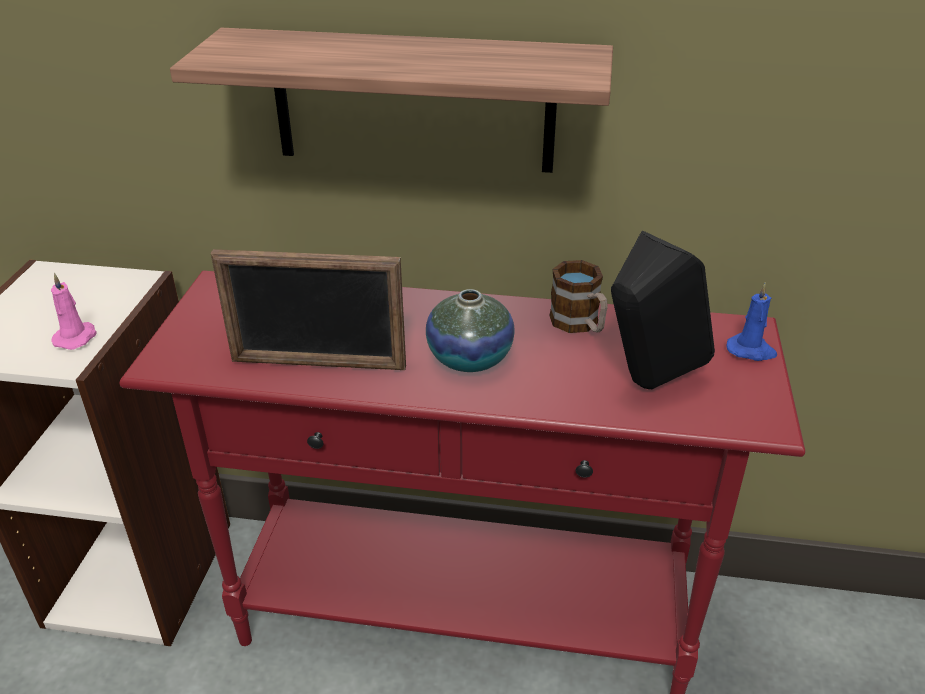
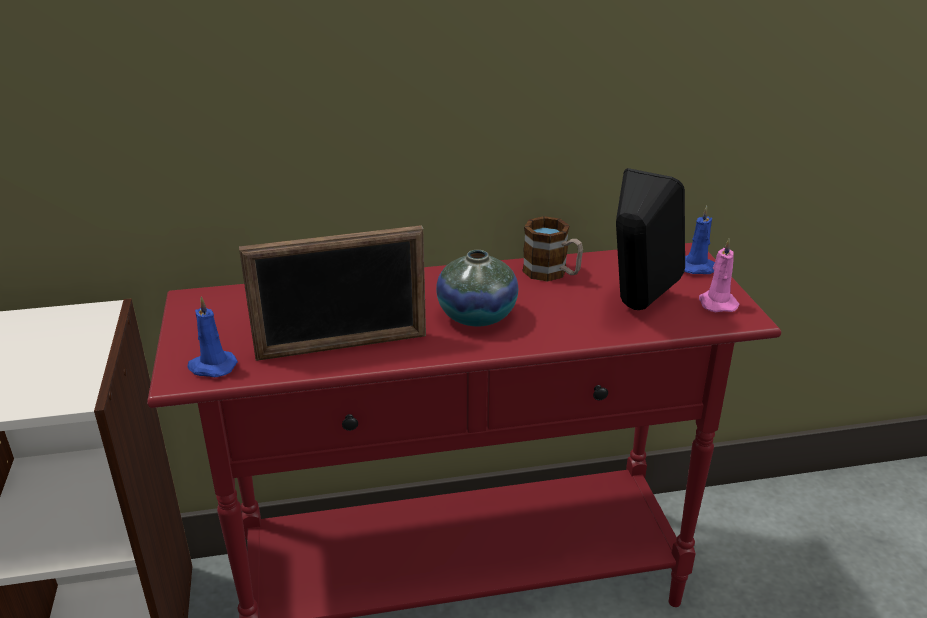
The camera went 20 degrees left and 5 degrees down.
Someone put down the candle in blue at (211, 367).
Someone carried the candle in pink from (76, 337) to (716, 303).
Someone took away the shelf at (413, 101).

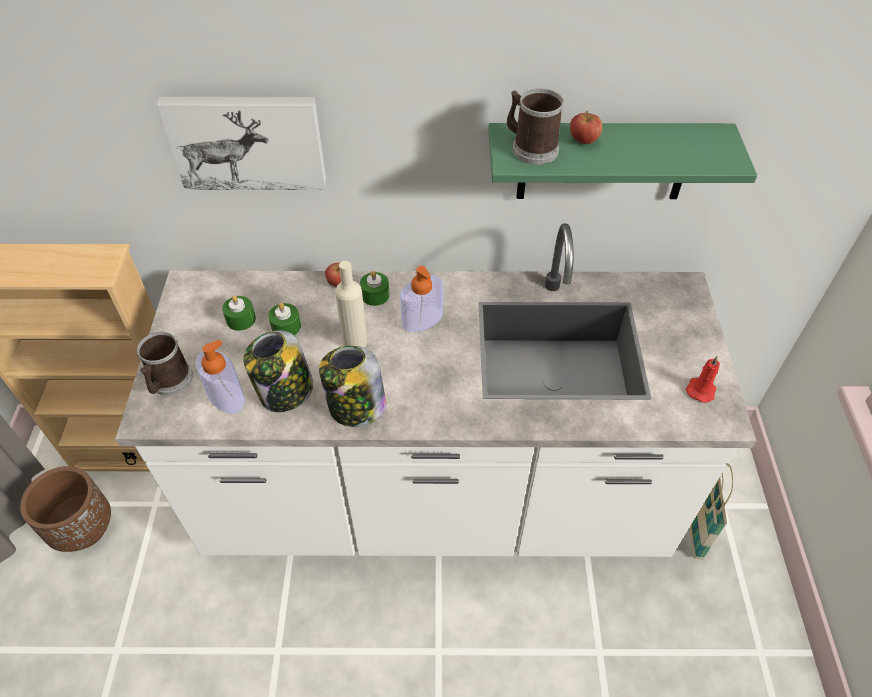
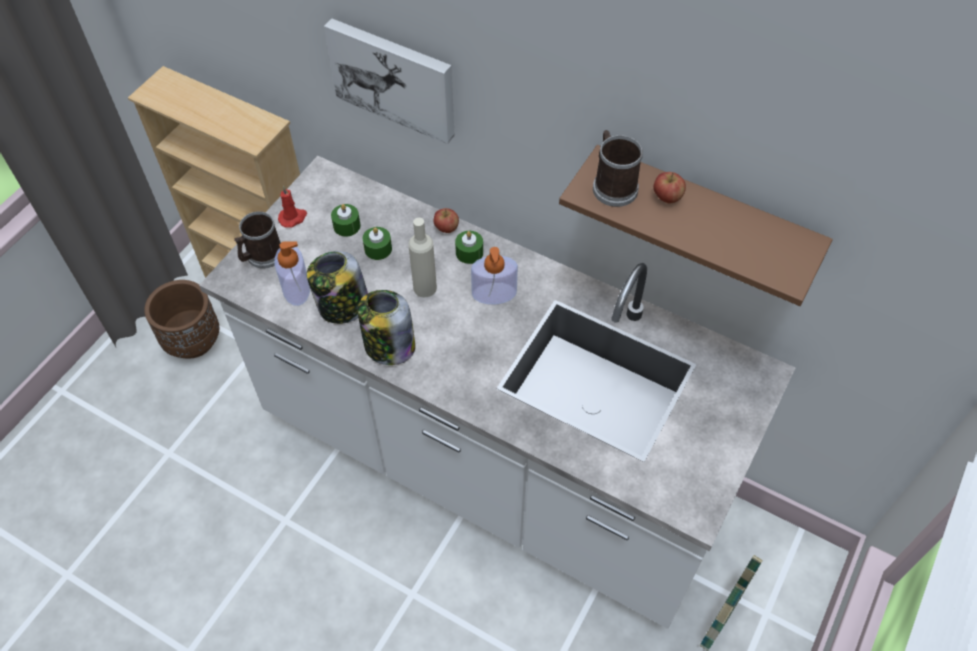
The camera went 30 degrees right and 5 degrees up.
Someone carried the candle in red from (701, 389) to (293, 218).
Someone repainted the shelf in green at (603, 161), which became the shelf in brown at (702, 220).

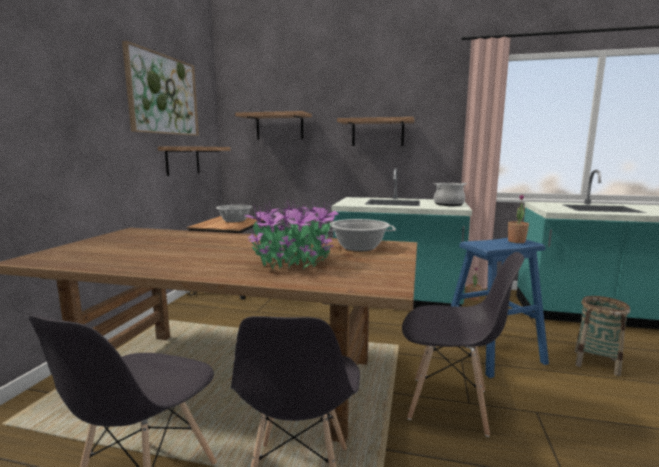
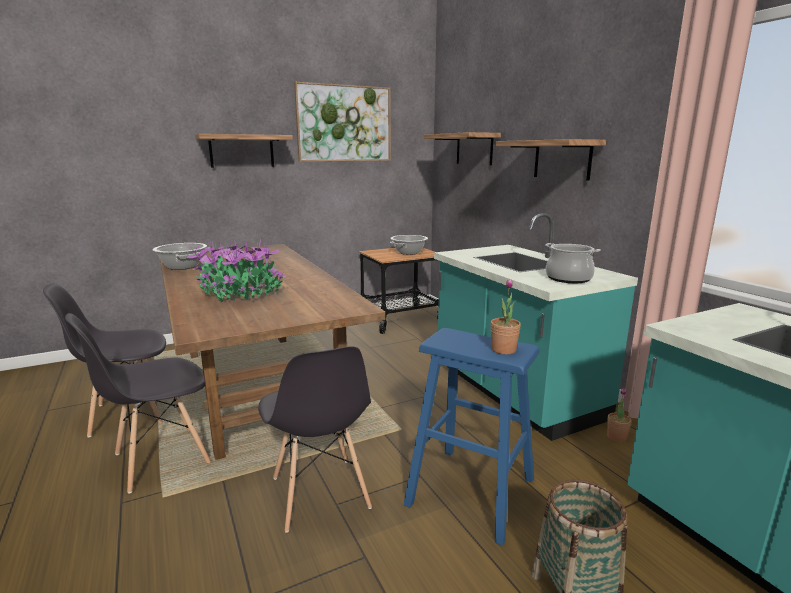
The camera went 50 degrees right and 5 degrees up.
Someone carried the cooking pot from (359, 247) to (183, 266).
Someone carried the shelf from (182, 160) to (241, 151).

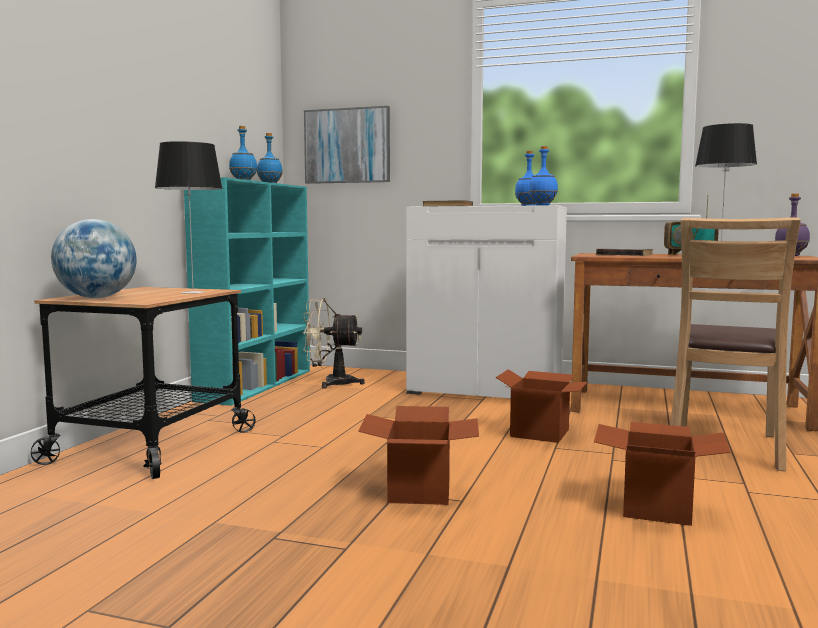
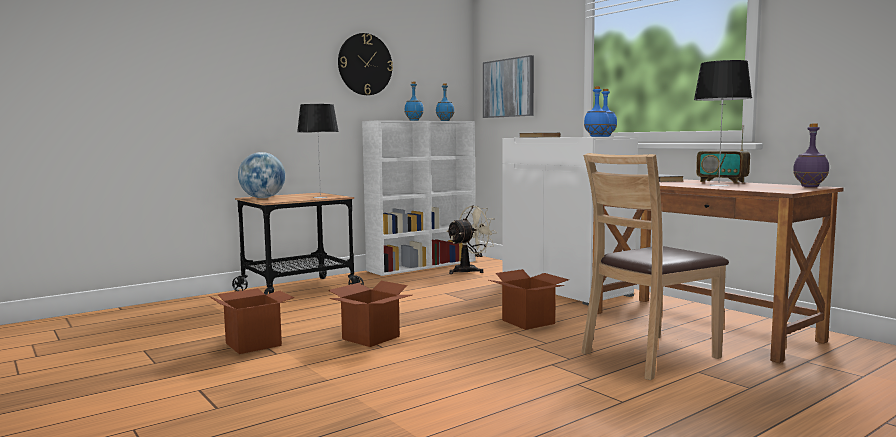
The camera went 35 degrees right and 0 degrees up.
Someone carried the cardboard box from (657, 508) to (253, 344).
Someone put up the wall clock at (365, 64).
Someone repainted the bookcase in turquoise at (257, 384), which became the bookcase in white at (423, 265).
Someone rotated the fan in beige at (330, 383) by 105 degrees clockwise.

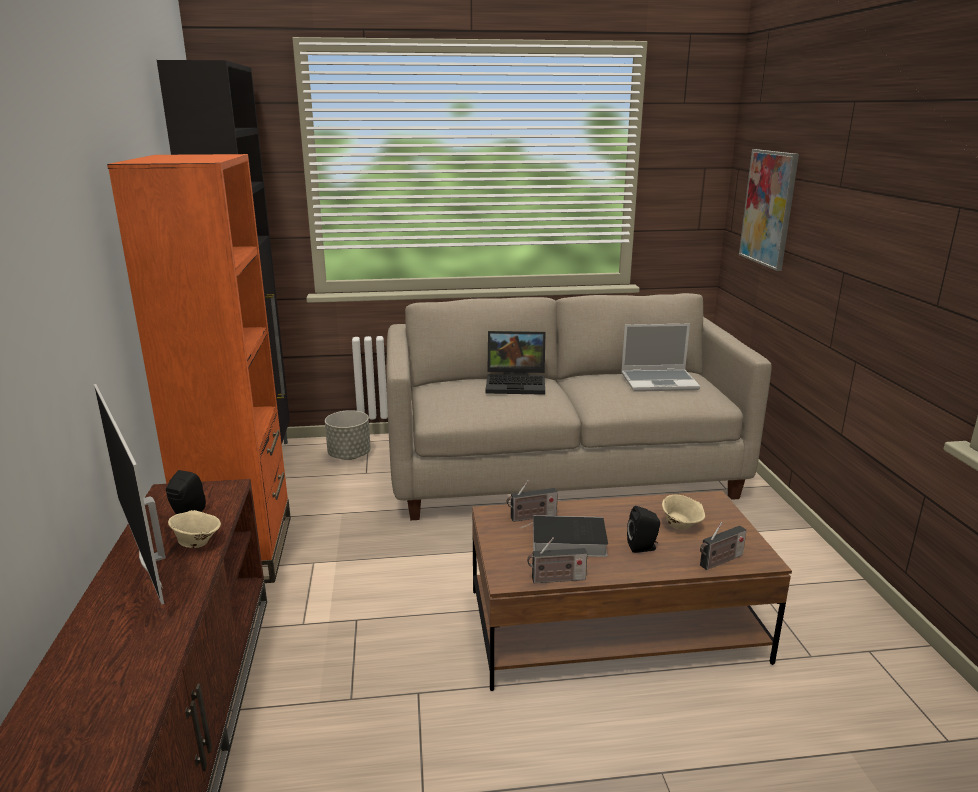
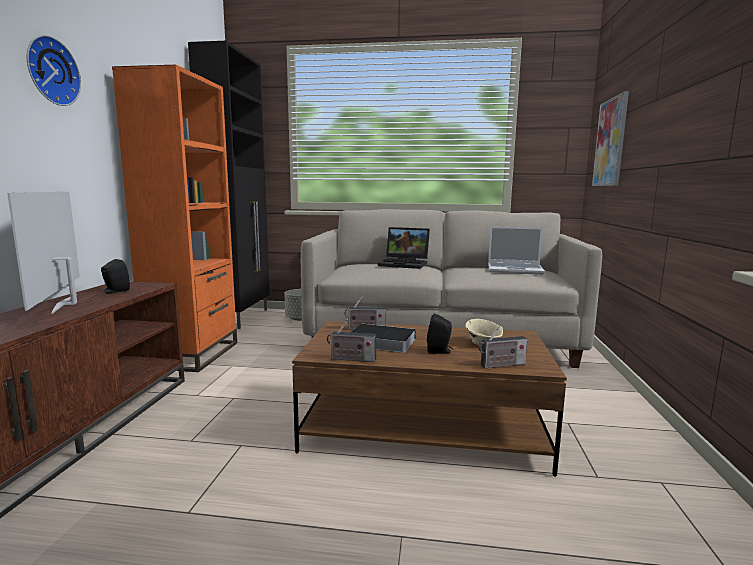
The camera went 15 degrees right and 10 degrees down.
Someone put up the wall clock at (50, 71).
Someone took away the bowl in beige at (197, 543).

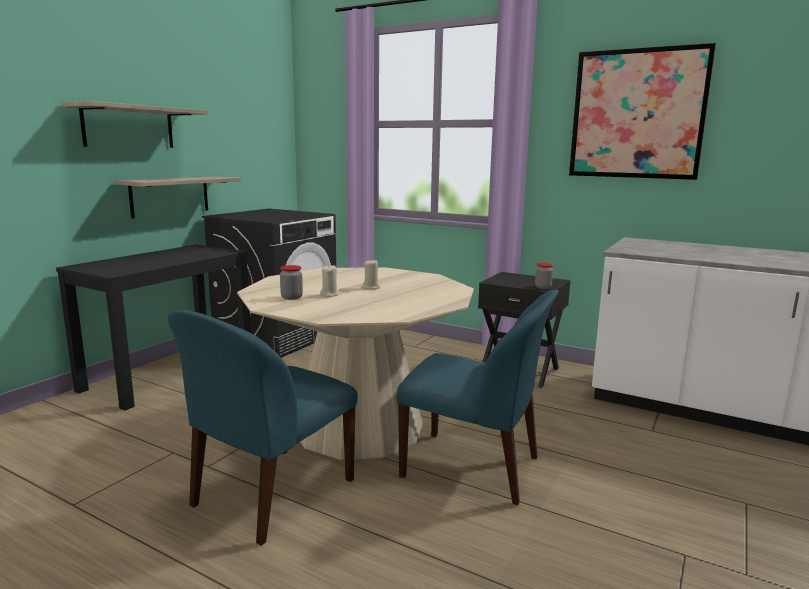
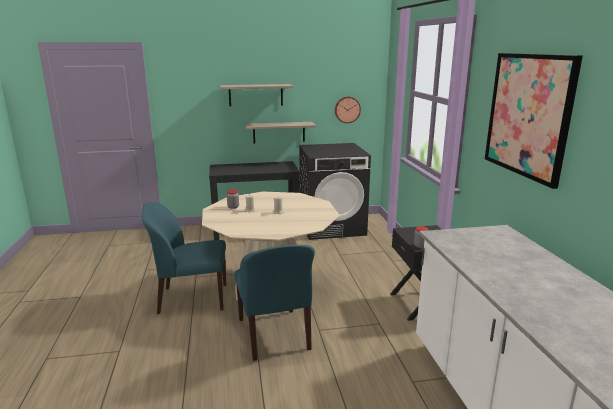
The camera went 50 degrees right and 5 degrees up.
Someone put up the wall clock at (347, 109).

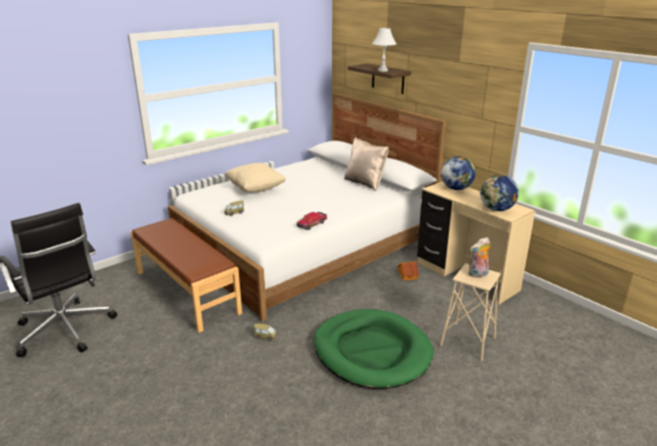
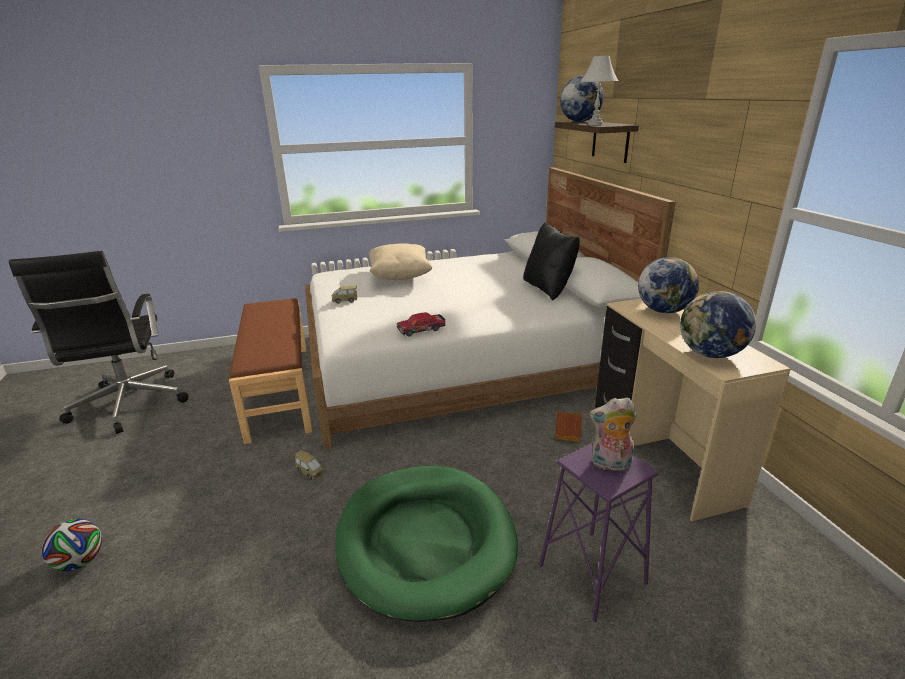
The camera went 25 degrees right and 0 degrees up.
Someone put down the football at (80, 562).
Someone repainted the pillow in beige at (365, 183), which became the pillow in black at (548, 288).
Someone repainted the stool in beige at (467, 341), which became the stool in purple at (592, 574).
Someone put down the globe at (579, 121).

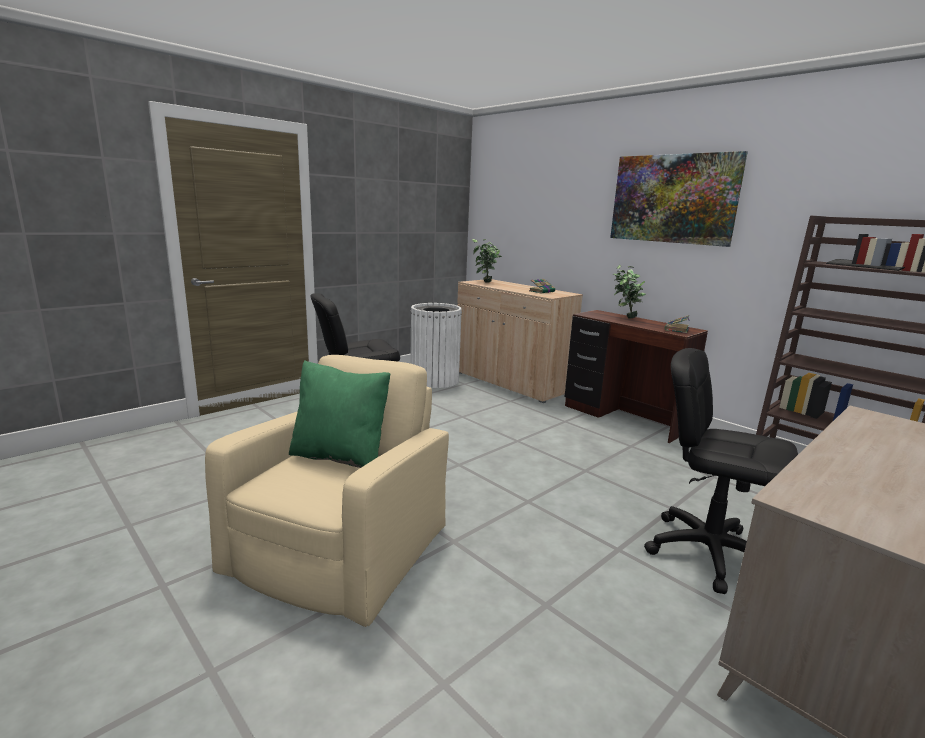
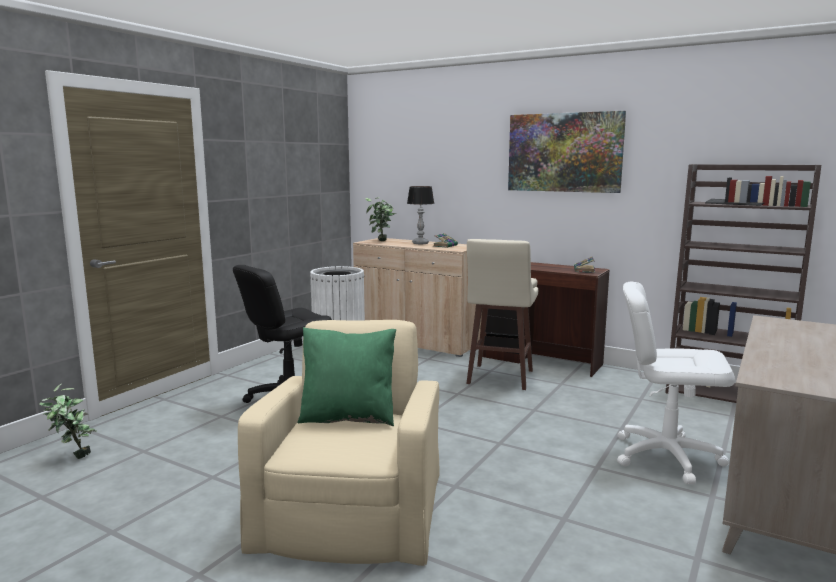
The camera went 15 degrees left and 5 degrees down.
Someone carried the potted plant from (624, 317) to (73, 457).
Someone put down the table lamp at (421, 243).
Someone put down the stool in beige at (499, 378).
Someone repainted the office chair in black at (707, 552), which became the office chair in white at (666, 457).

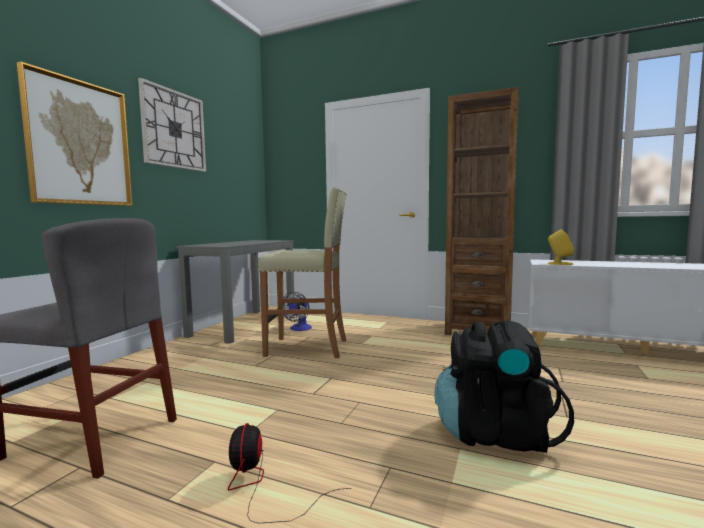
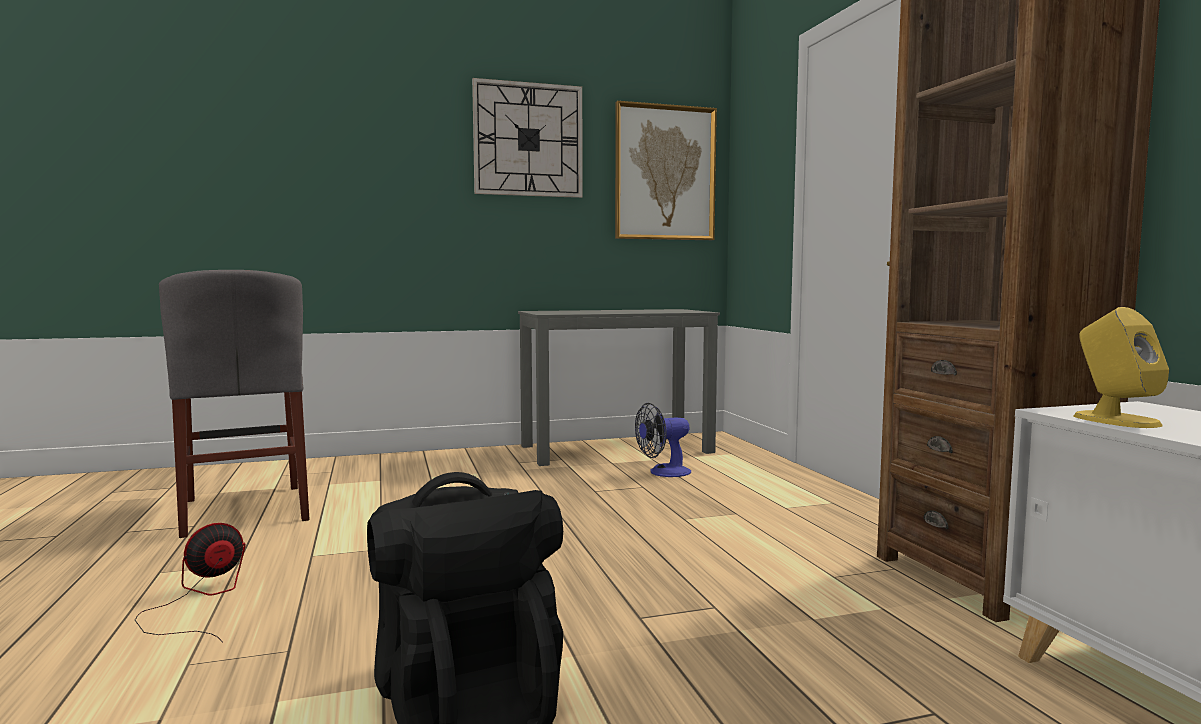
The camera went 50 degrees right and 0 degrees up.
Someone carried the picture from (80, 143) to (665, 173).
Someone took away the stool in beige at (308, 348).

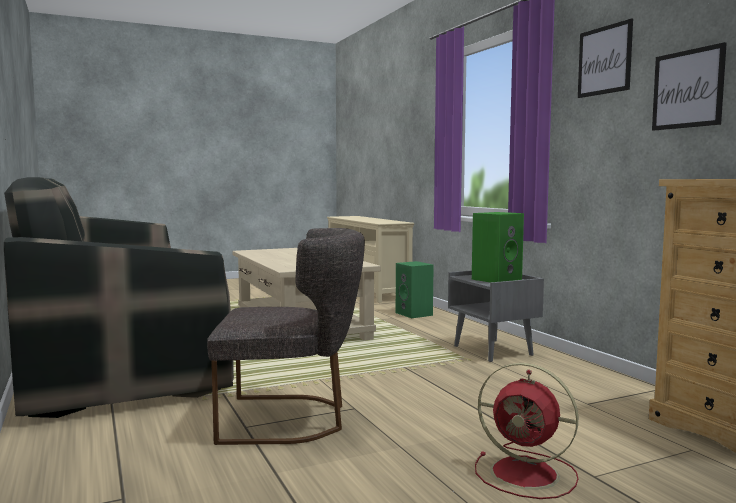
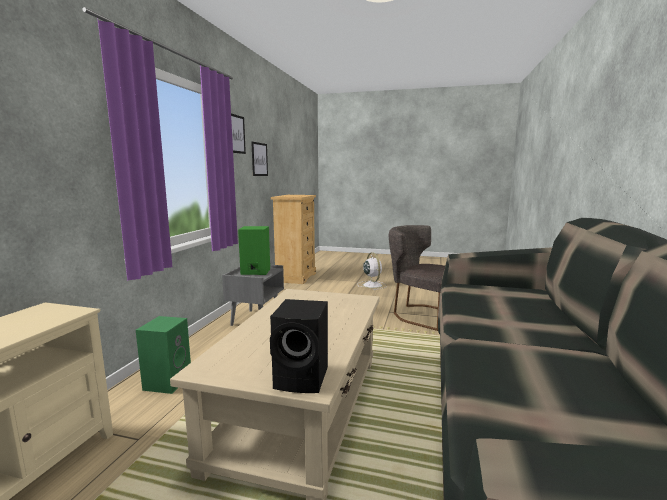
The camera went 140 degrees left and 5 degrees up.
Someone put down the speaker in black at (303, 378).
Someone repainted the fan in red at (527, 474), which became the fan in white at (372, 285).

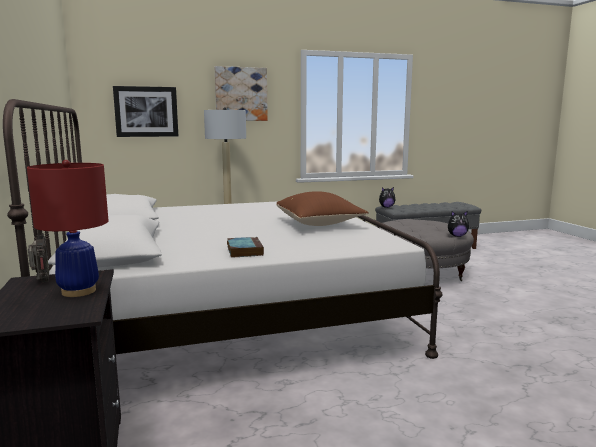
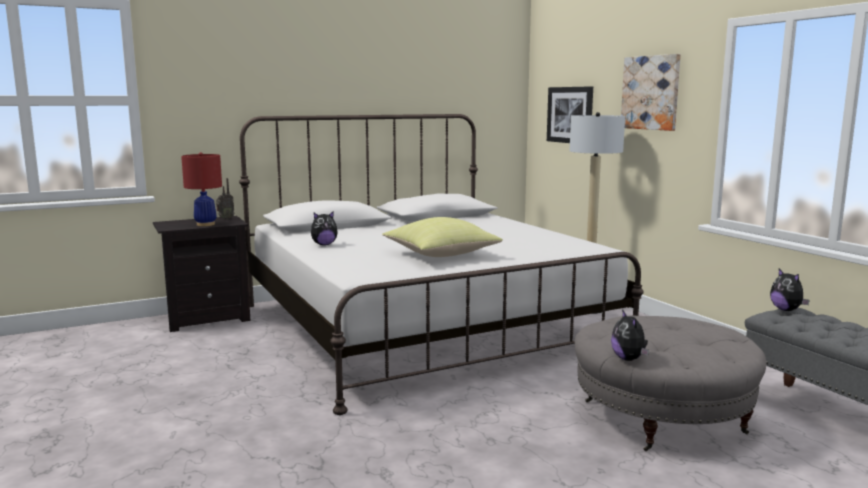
The camera went 80 degrees right and 0 degrees up.
Someone swapped the book at (244, 250) for the plush toy at (324, 244).
Someone repainted the pillow in brown at (319, 224), which became the pillow in yellow at (441, 256).

